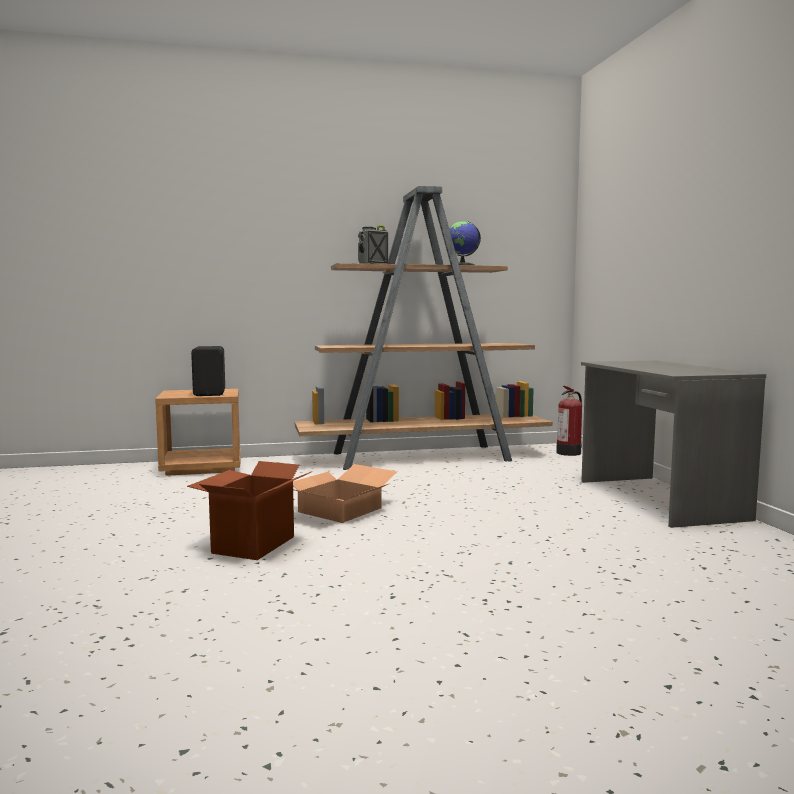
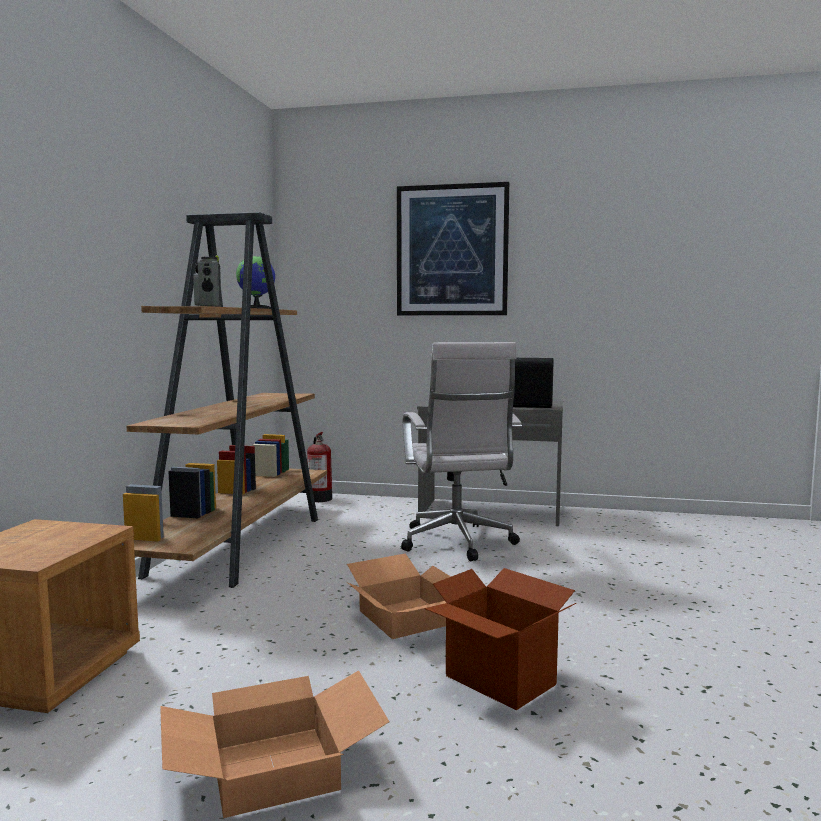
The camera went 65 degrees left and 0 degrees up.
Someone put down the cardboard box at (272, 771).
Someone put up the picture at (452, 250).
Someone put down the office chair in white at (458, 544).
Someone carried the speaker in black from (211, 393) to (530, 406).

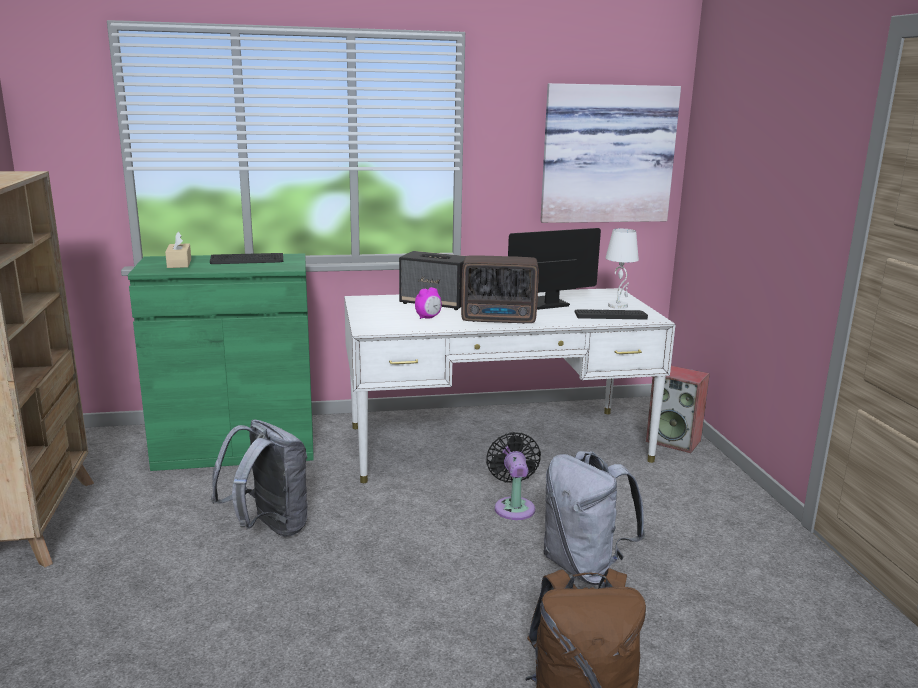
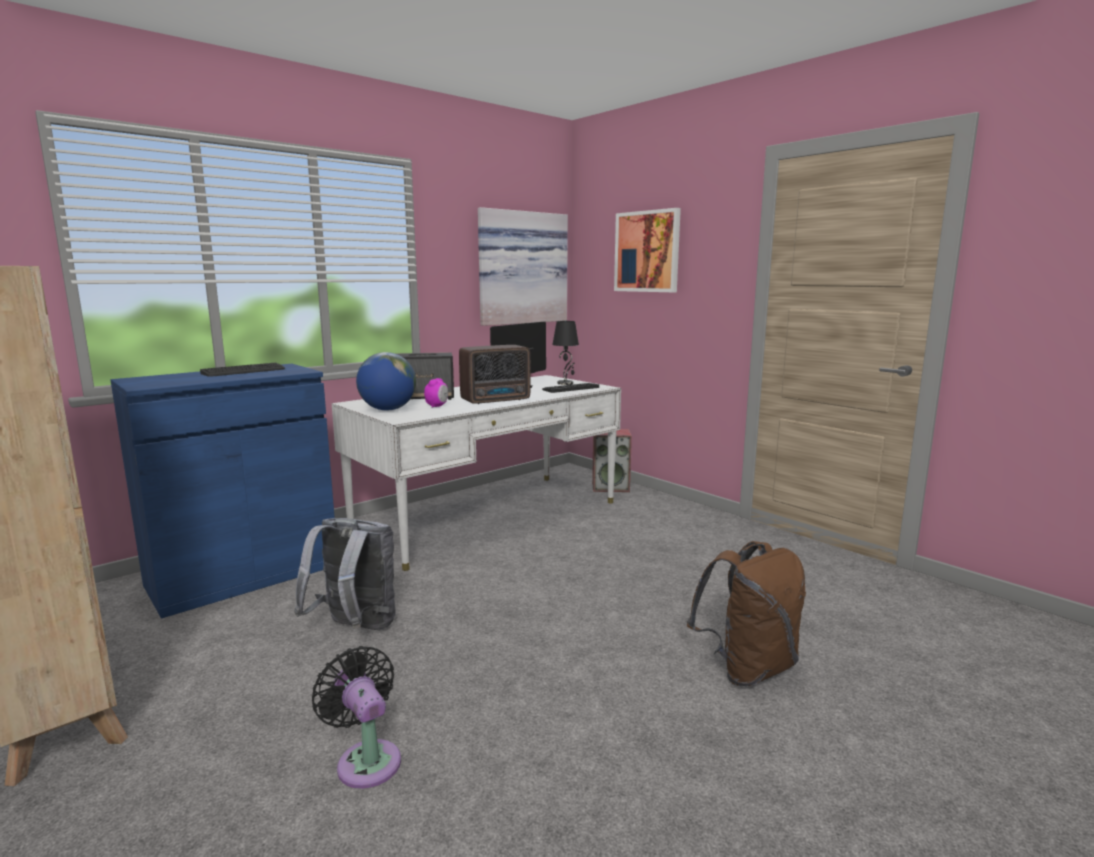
The camera went 30 degrees left and 5 degrees down.
Someone repainted the cabinet in green at (236, 448), which became the cabinet in blue at (244, 575).
Someone carried the fan in black from (514, 506) to (366, 759).
Someone put down the globe at (388, 409).
Someone repainted the table lamp in white at (618, 306), which became the table lamp in black at (565, 383).
Someone put up the picture at (647, 251).
Someone took away the tissue box in beige at (179, 263).
Someone took away the backpack in grey at (584, 567).

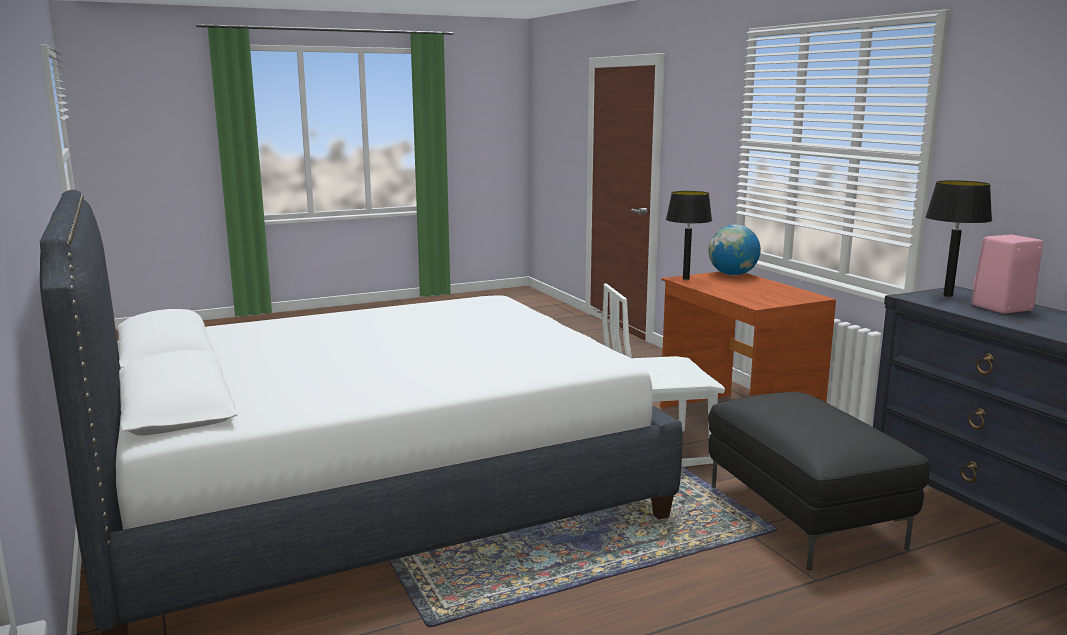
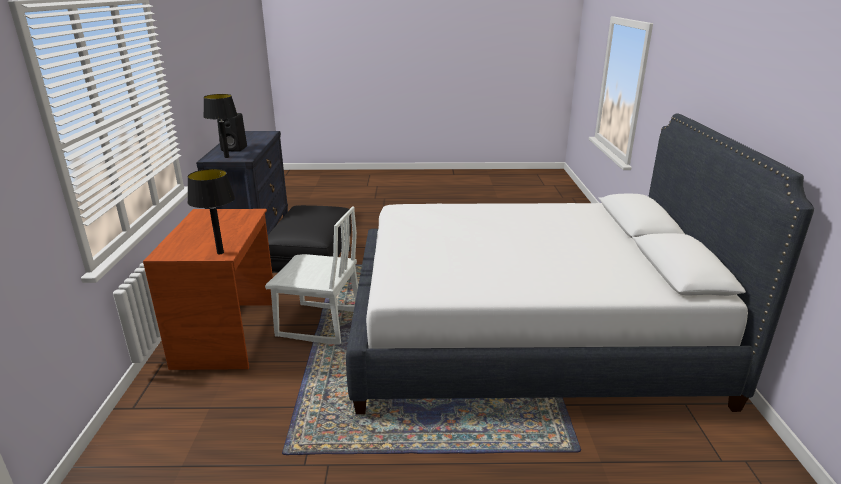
The camera went 155 degrees left and 10 degrees up.
Someone repainted the speaker in pink at (1001, 308), which became the speaker in black at (235, 149).
Someone took away the globe at (732, 274).

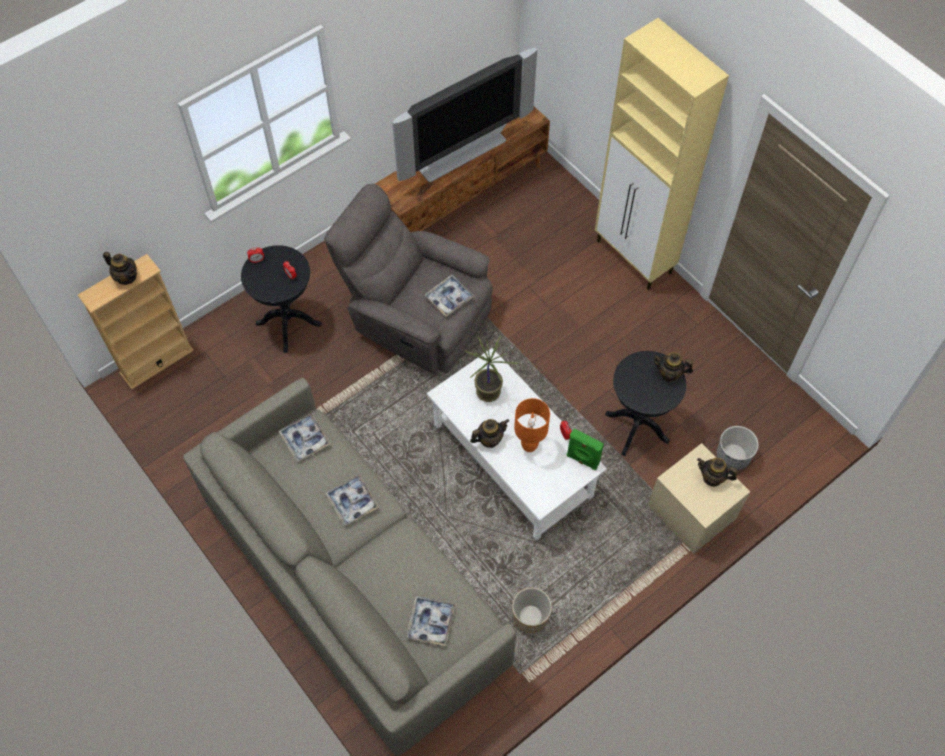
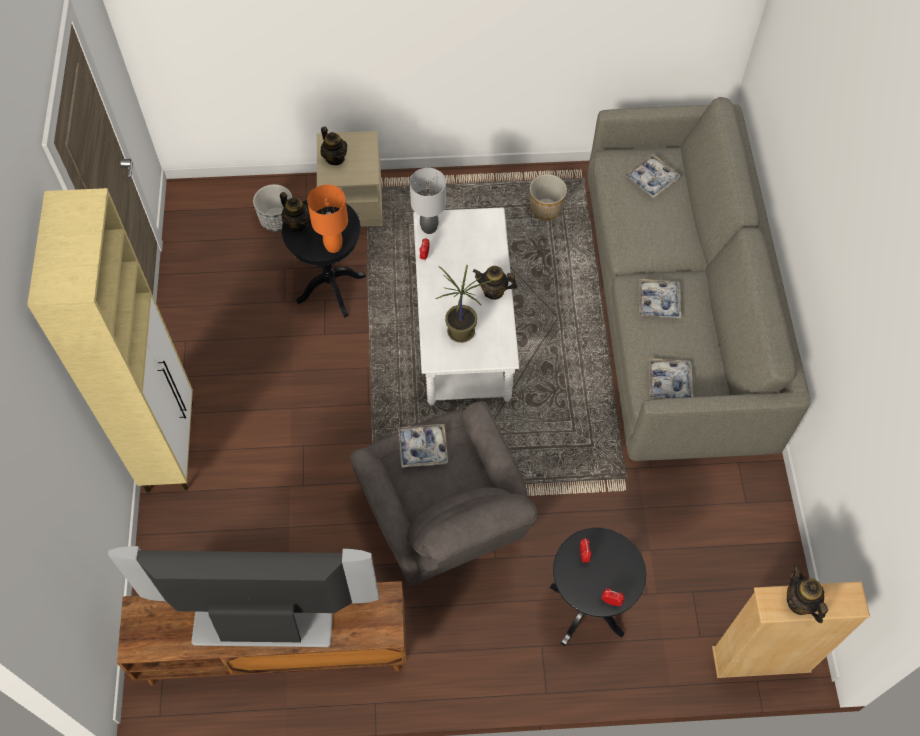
The camera went 145 degrees left and 0 degrees up.
Someone carried the table lamp in orange from (529, 445) to (333, 247).
Someone swapped the speaker in green at (582, 460) for the table lamp in grey at (428, 228).

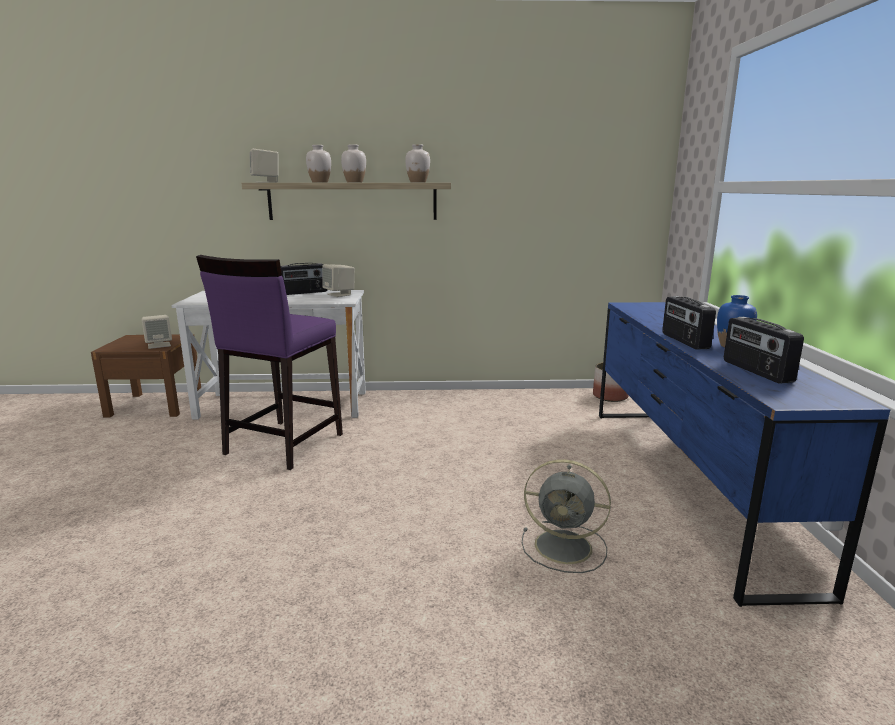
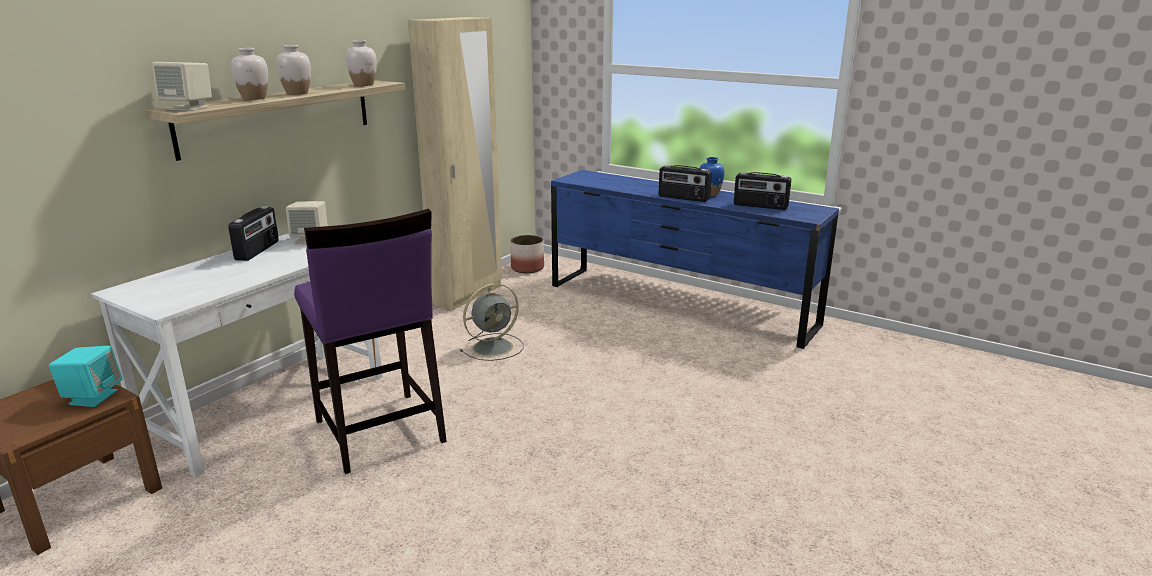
The camera went 55 degrees left and 5 degrees up.
Someone repainted the speaker in beige at (159, 345), which became the speaker in turquoise at (93, 397).
Someone put down the wardrobe in beige at (467, 295).
Someone carried the fan in grey from (566, 547) to (494, 347).

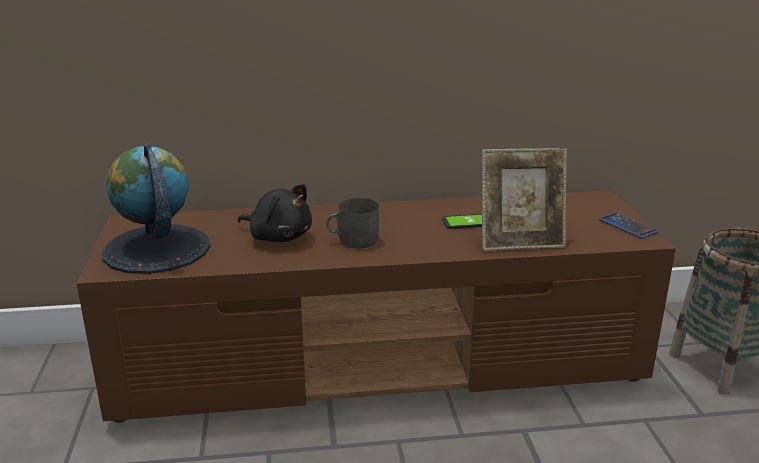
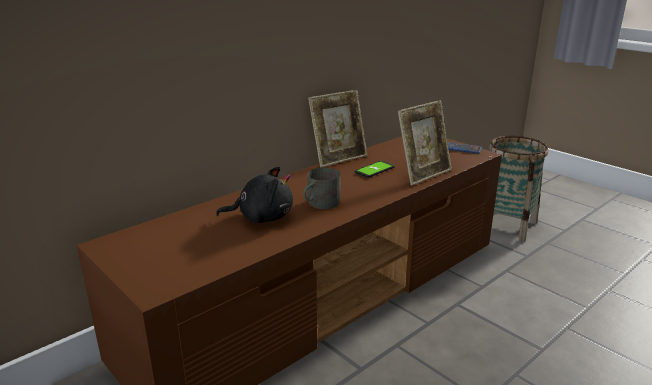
The camera went 35 degrees left and 0 degrees up.
Someone put down the picture frame at (338, 158).
Someone took away the globe at (156, 249).

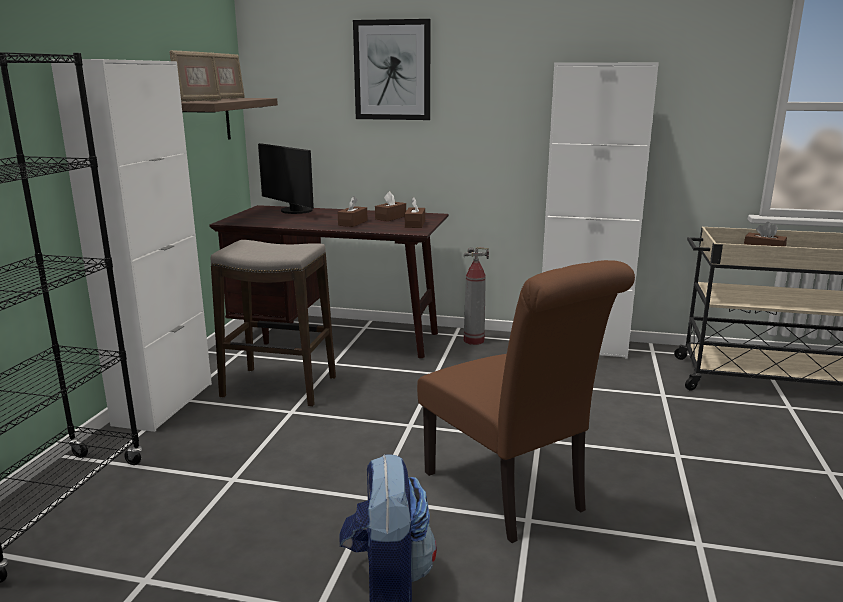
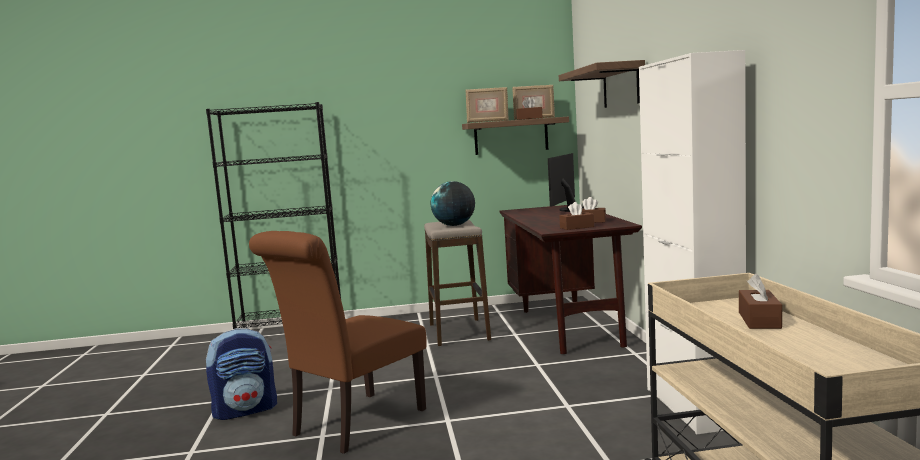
The camera went 70 degrees right and 10 degrees down.
Someone put down the globe at (454, 225).
Someone carried the tissue box in brown from (353, 223) to (529, 119).
Someone swapped the picture at (392, 70) for the shelf at (621, 86).
Someone took away the cabinet in white at (164, 404).
Someone took away the fire extinguisher at (473, 341).

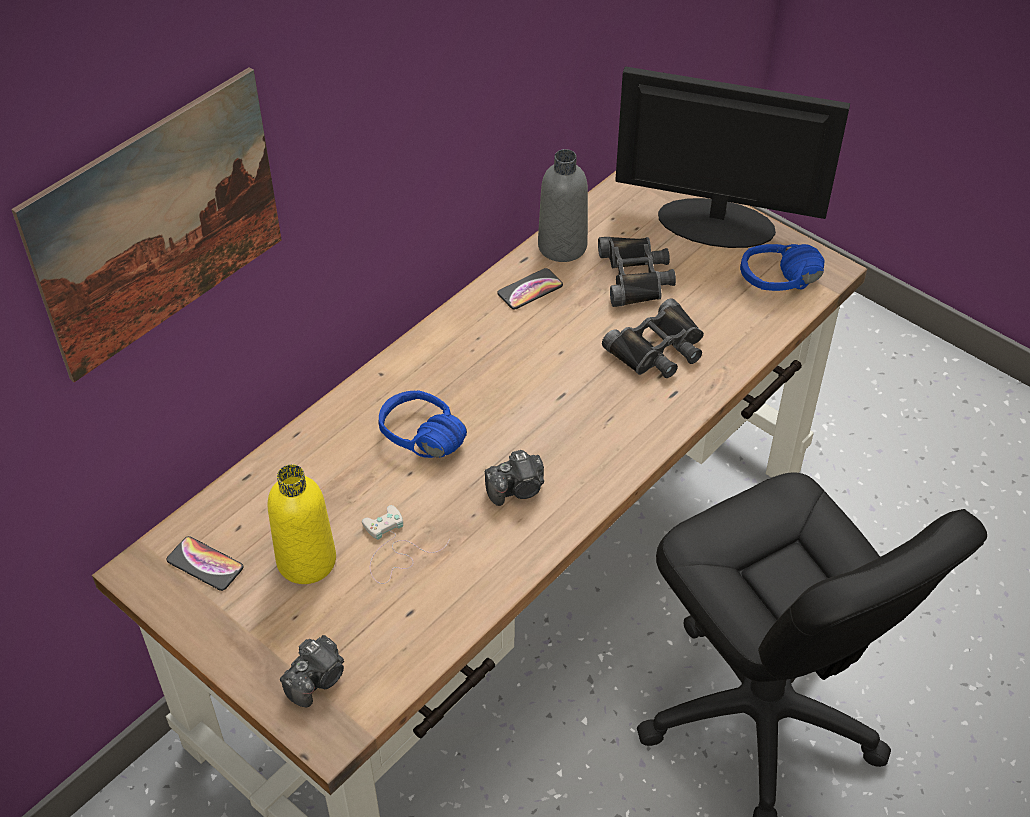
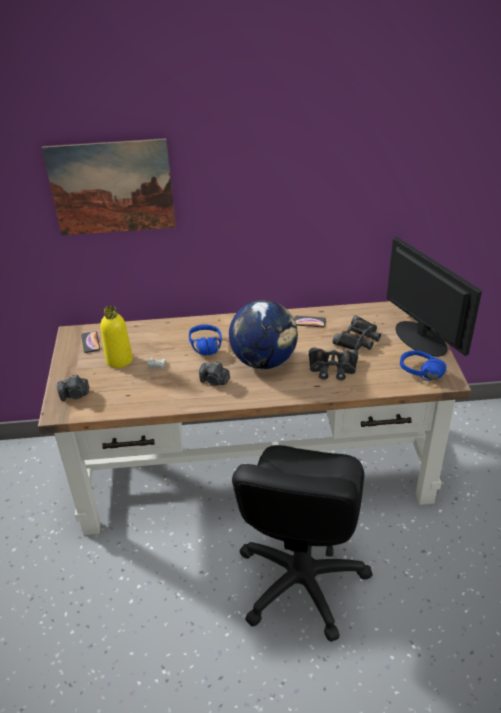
The camera went 45 degrees right and 10 degrees down.
Someone put down the globe at (264, 361).
Someone took away the bottle in grey at (562, 246).

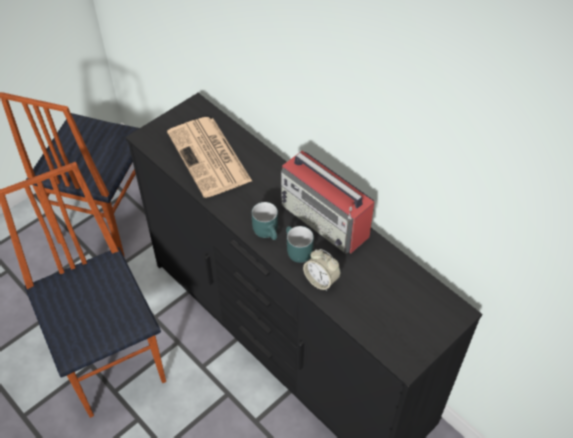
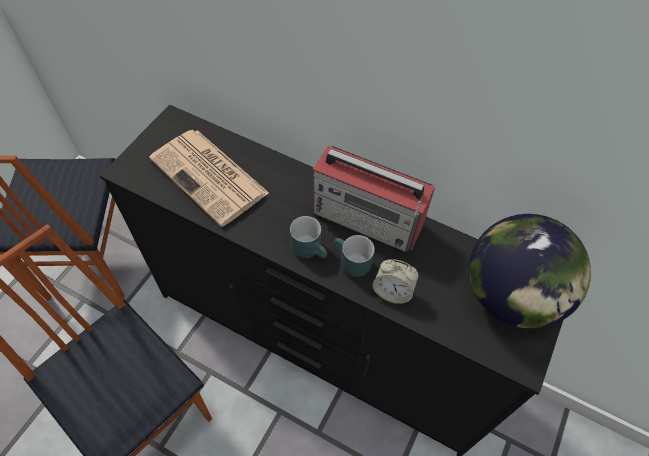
The camera went 20 degrees left and 5 degrees up.
Someone put down the globe at (510, 296).

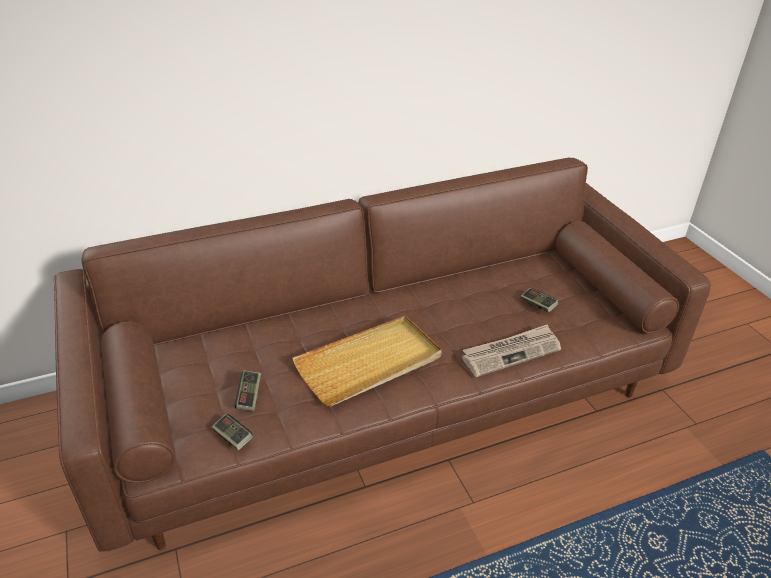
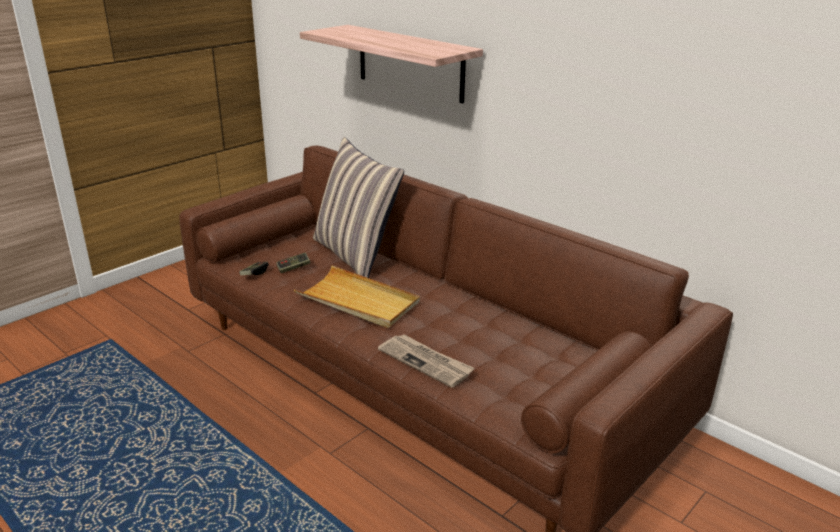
The camera went 65 degrees right and 10 degrees down.
Someone put up the shelf at (410, 63).
Someone put down the pillow at (356, 255).
Someone took away the game controller at (538, 305).

